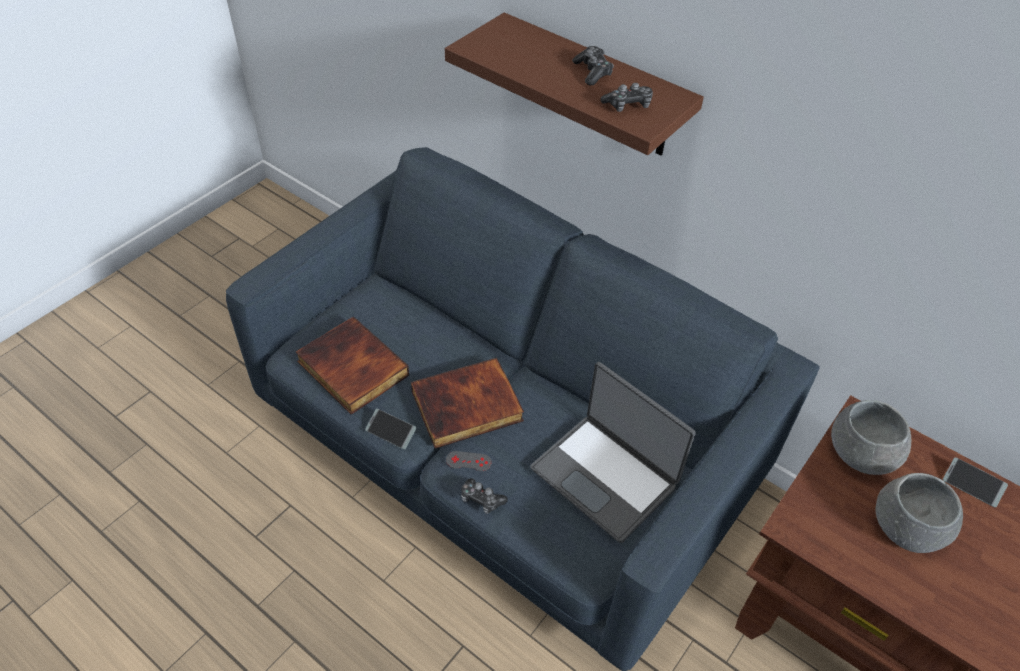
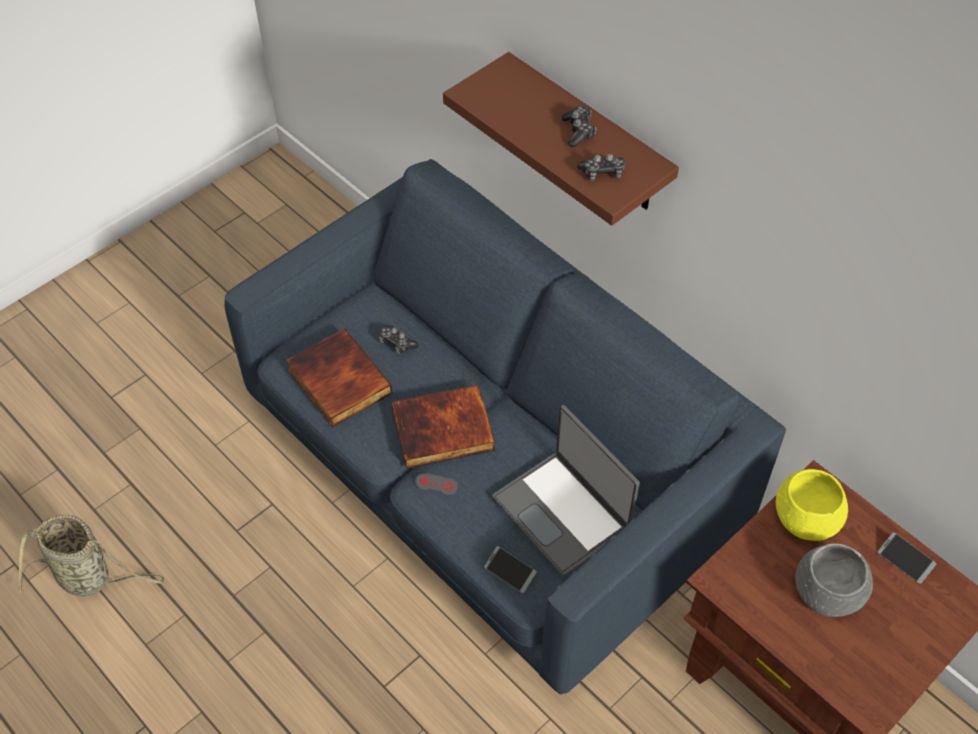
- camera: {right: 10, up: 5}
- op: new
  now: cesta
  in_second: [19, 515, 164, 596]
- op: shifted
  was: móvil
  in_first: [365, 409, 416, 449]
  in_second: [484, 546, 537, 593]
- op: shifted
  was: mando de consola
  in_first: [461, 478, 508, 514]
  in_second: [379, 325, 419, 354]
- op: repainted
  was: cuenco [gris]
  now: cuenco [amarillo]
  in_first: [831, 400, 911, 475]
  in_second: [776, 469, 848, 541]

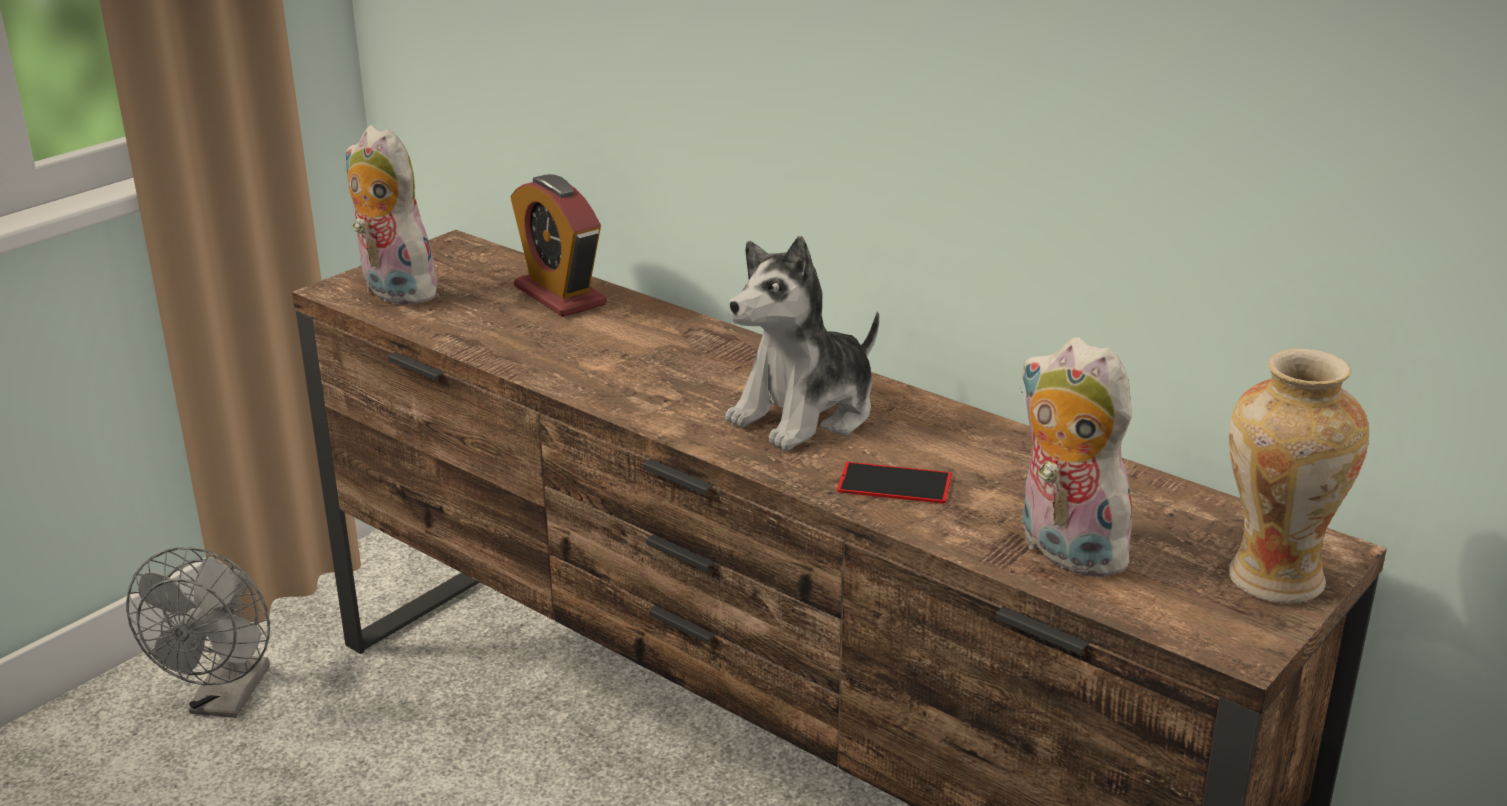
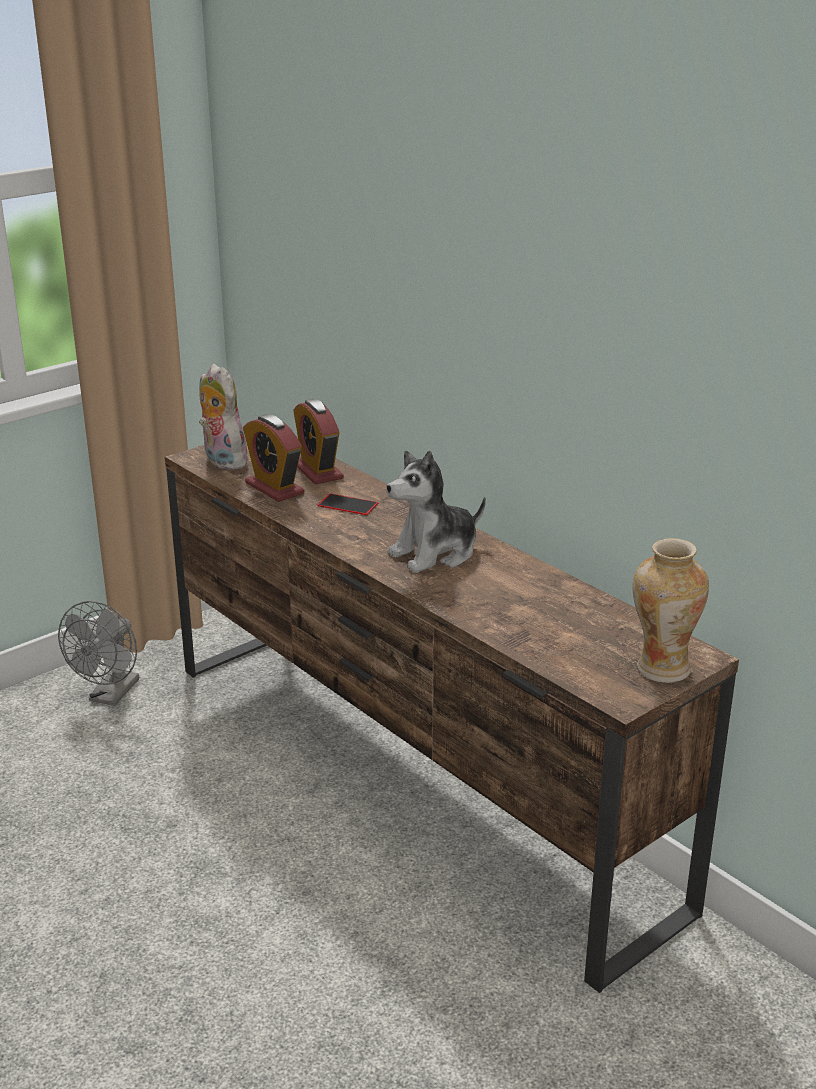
- camera: {right: 10, up: 0}
- op: gone
  was: peluche
  in_first: [1020, 337, 1143, 578]
- op: new
  now: despertador
  in_second: [243, 414, 304, 502]
- op: shifted
  was: móvil
  in_first: [837, 462, 952, 503]
  in_second: [318, 494, 378, 515]

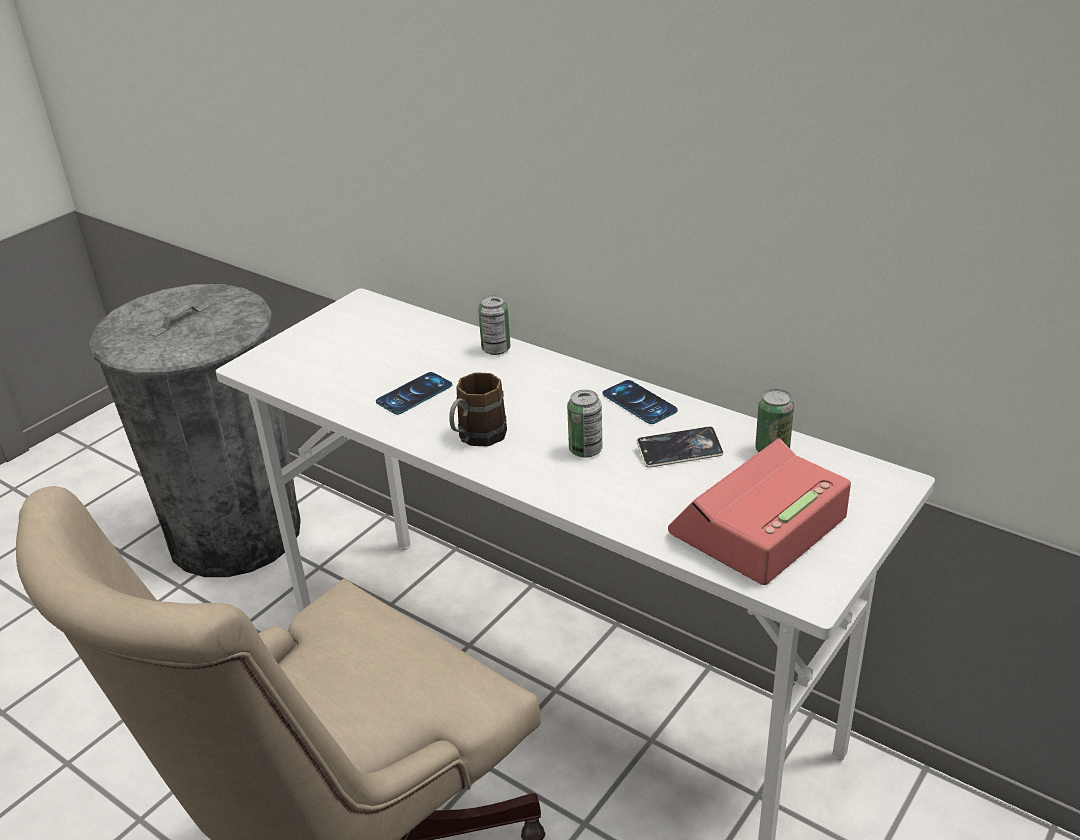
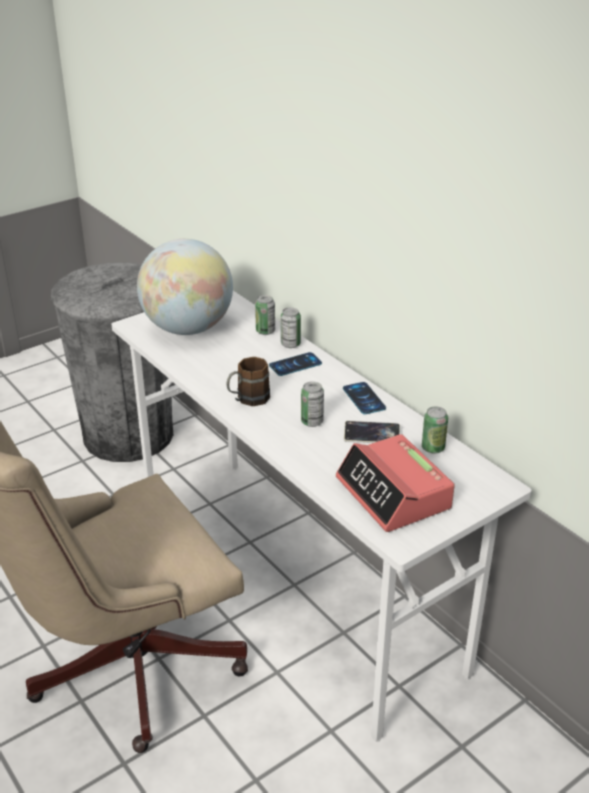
- camera: {right: 15, up: 0}
- op: new
  now: globo terráqueo
  in_second: [137, 239, 233, 335]
- op: new
  now: lata
  in_second: [255, 295, 275, 335]
- op: shifted
  was: móvil
  in_first: [376, 372, 453, 415]
  in_second: [269, 352, 322, 376]
- op: rotated
  was: despertador
  in_first: [668, 438, 851, 585]
  in_second: [336, 434, 455, 532]
  clockwise: -90

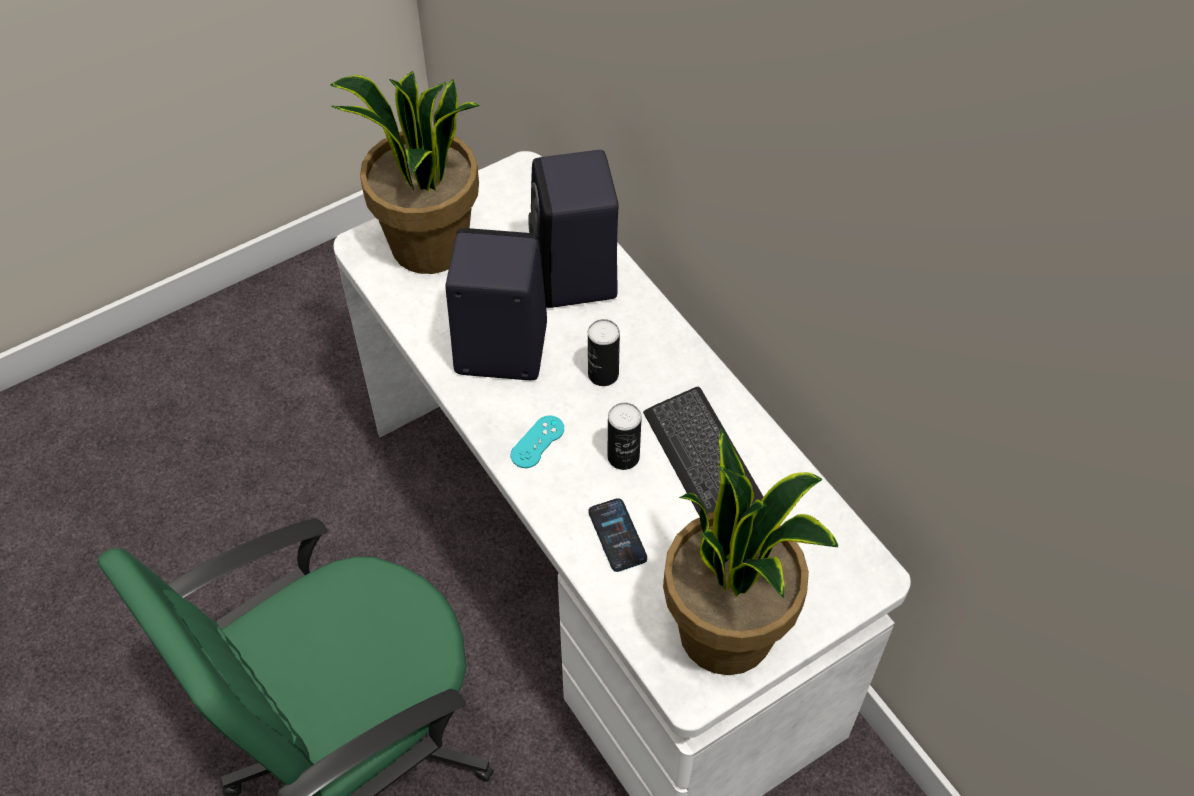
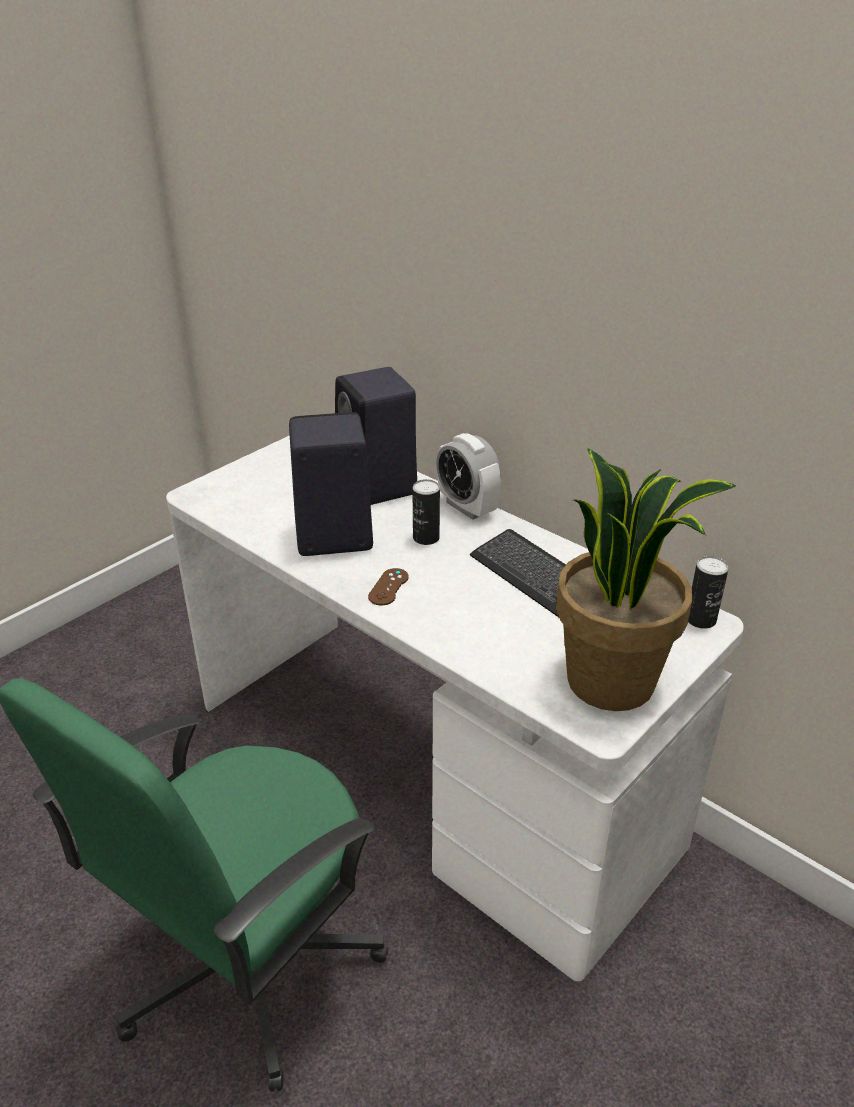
- camera: {right: -15, up: -20}
- op: gone
  was: planta en maceta
  in_first: [330, 71, 481, 274]
- op: gone
  was: móvil
  in_first: [588, 498, 647, 572]
- op: new
  now: despertador
  in_second: [436, 433, 501, 520]
- op: shifted
  was: lata
  in_first: [607, 402, 642, 470]
  in_second: [688, 556, 728, 629]
- op: repainted
  was: mando de consola [turquesa]
  now: mando de consola [marrón]
  in_first: [511, 416, 564, 468]
  in_second: [368, 568, 409, 605]

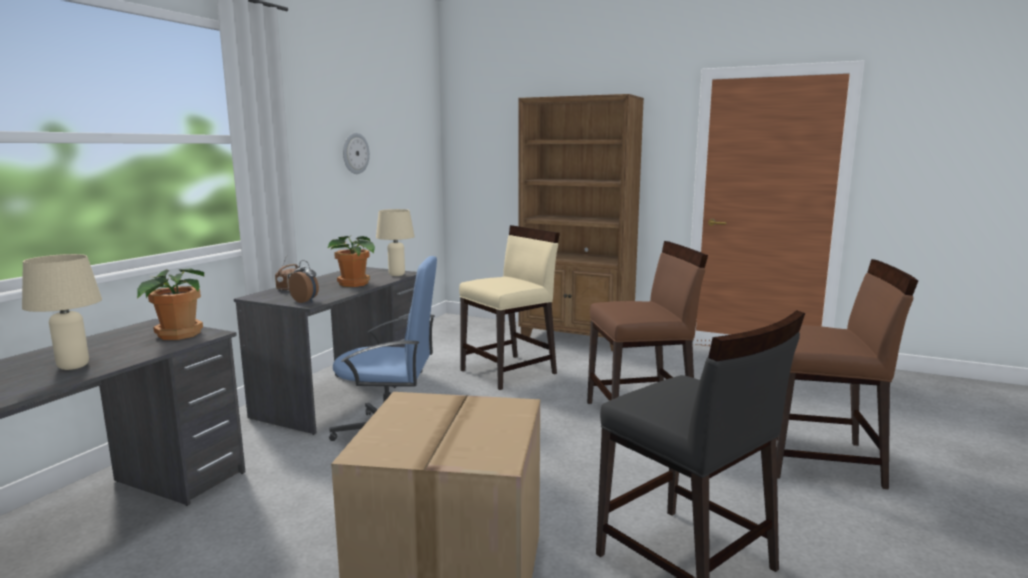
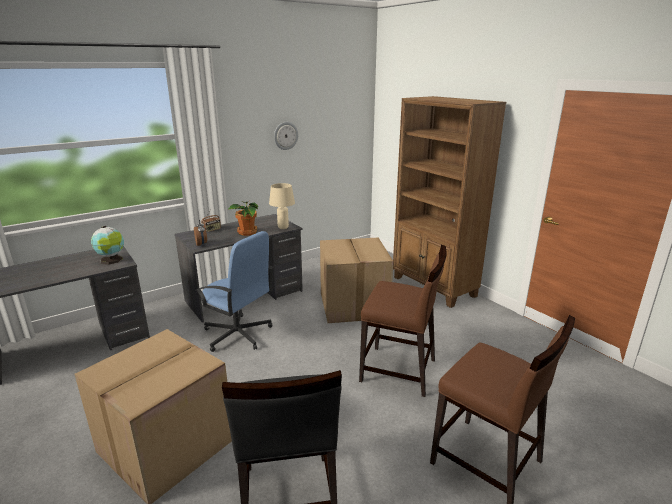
- camera: {right: 30, up: 10}
- op: gone
  was: lámpara de mesa [beis]
  in_first: [22, 254, 102, 370]
- op: swapped
  was: planta en maceta
  now: globo terráqueo
  in_first: [137, 269, 204, 340]
  in_second: [91, 226, 124, 265]
- op: swapped
  was: silla [beis]
  now: caja de cartón
  in_first: [459, 225, 560, 390]
  in_second: [320, 238, 393, 323]

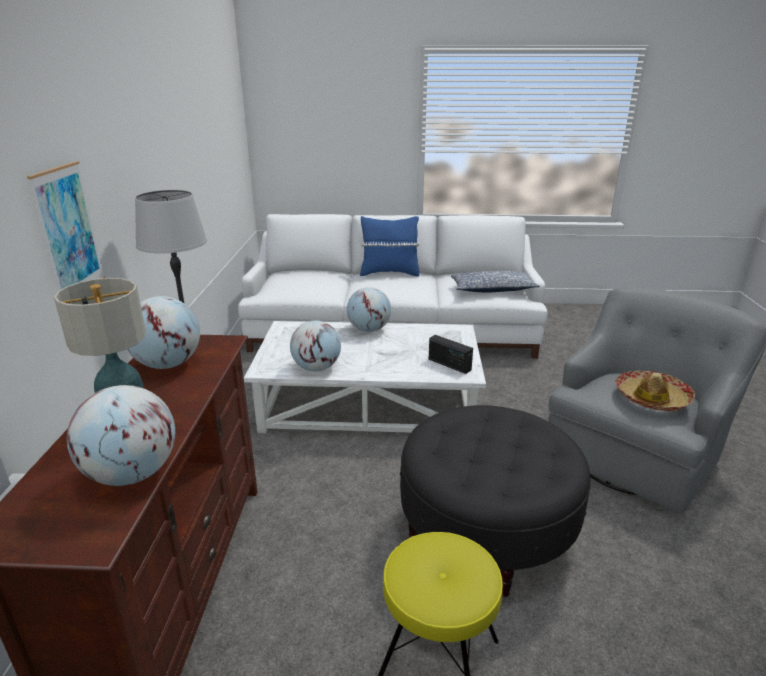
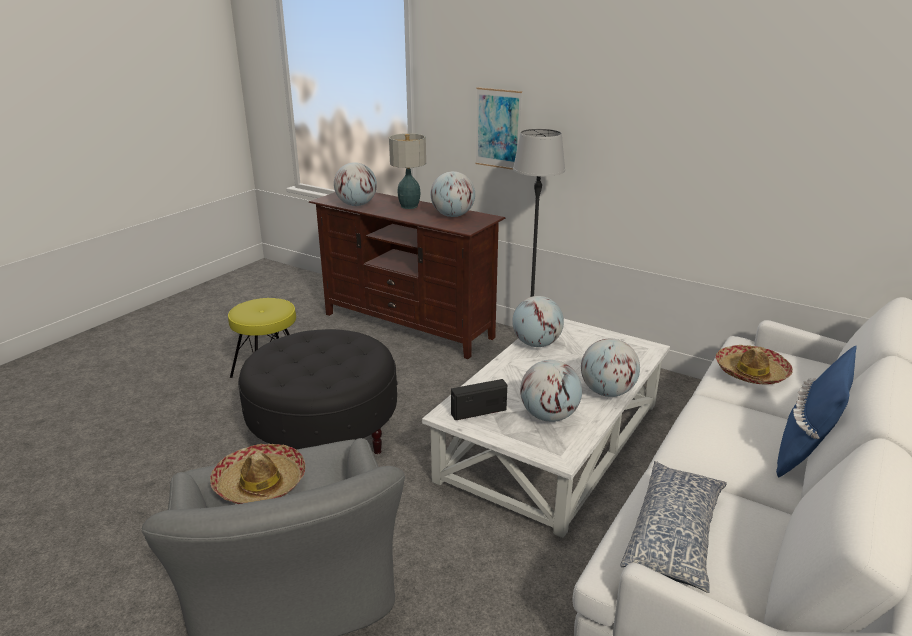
- camera: {right: 120, up: 0}
- op: new
  now: globo terráqueo
  in_second: [520, 360, 582, 422]
- op: new
  now: sombrero
  in_second: [716, 345, 793, 385]

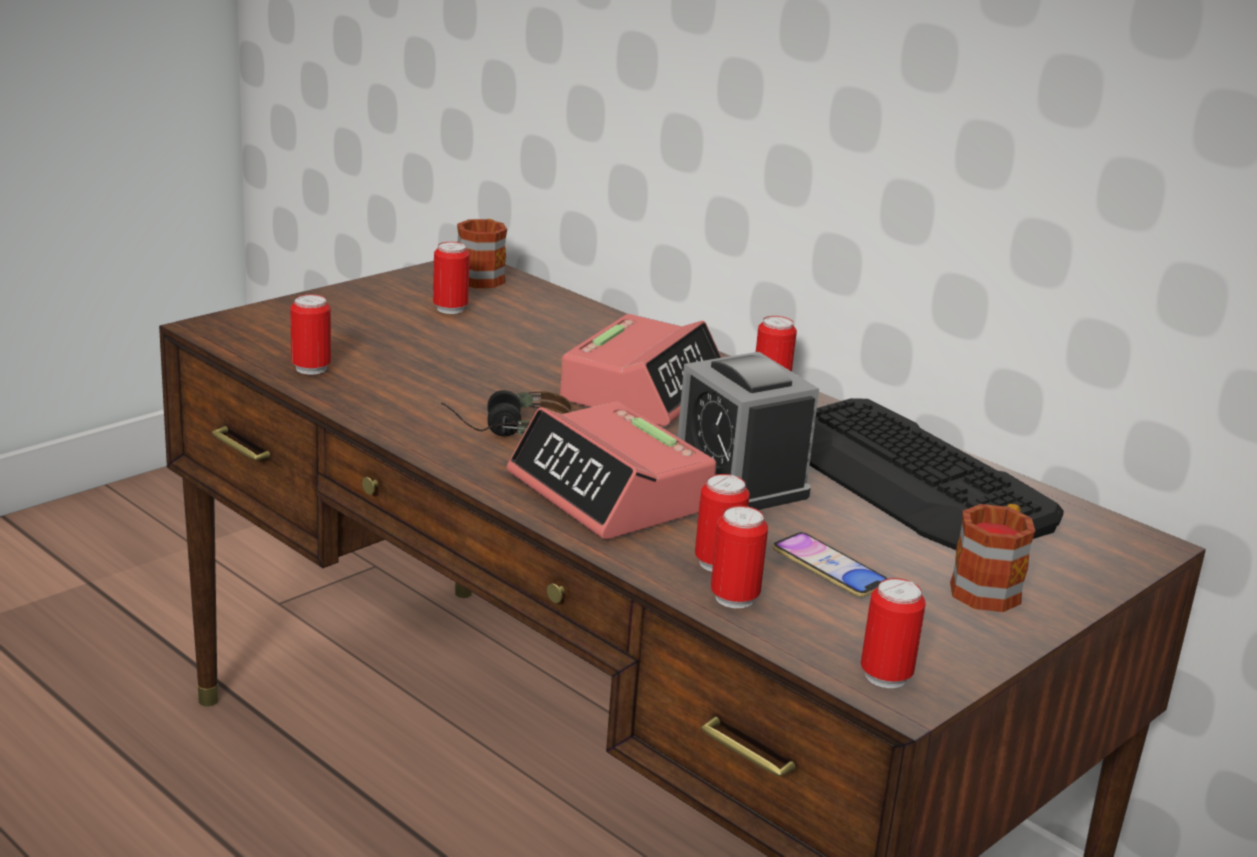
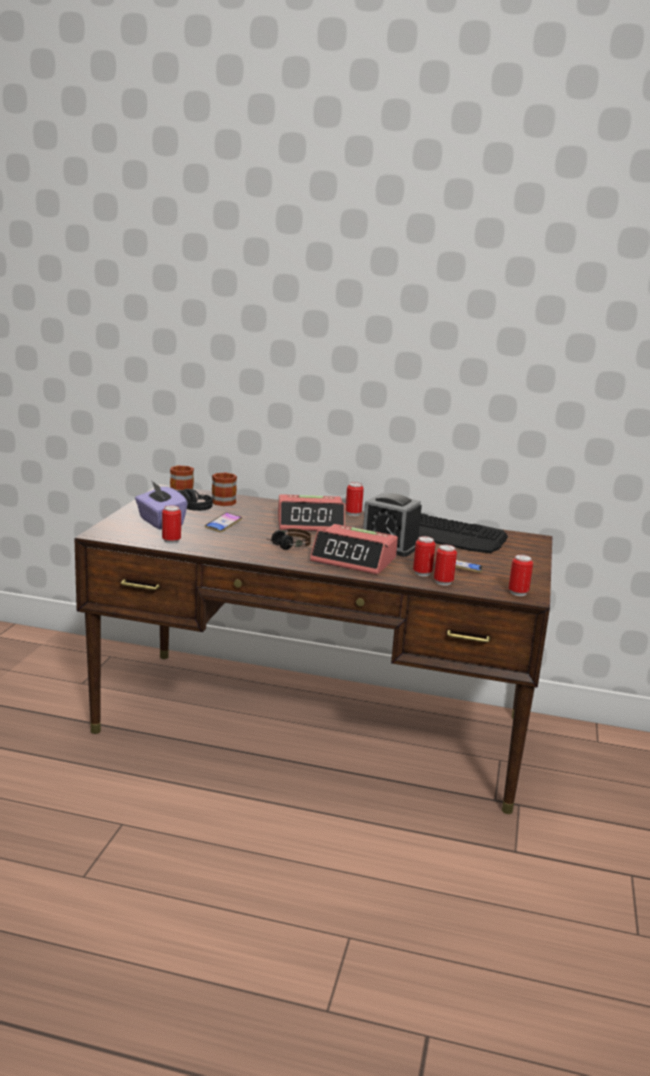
- camera: {right: -30, up: -5}
- op: new
  now: caja de pañuelos [morado]
  in_second: [135, 480, 188, 530]
- op: new
  now: móvil
  in_second: [205, 512, 242, 532]
- op: shifted
  was: taza grande
  in_first: [950, 504, 1035, 612]
  in_second: [212, 472, 237, 506]
- op: swapped
  was: lata
  now: auriculares [negro]
  in_first: [433, 242, 470, 314]
  in_second: [178, 489, 213, 511]
- op: rotated
  was: despertador
  in_first: [560, 314, 722, 426]
  in_second: [278, 494, 345, 531]
  clockwise: 90

